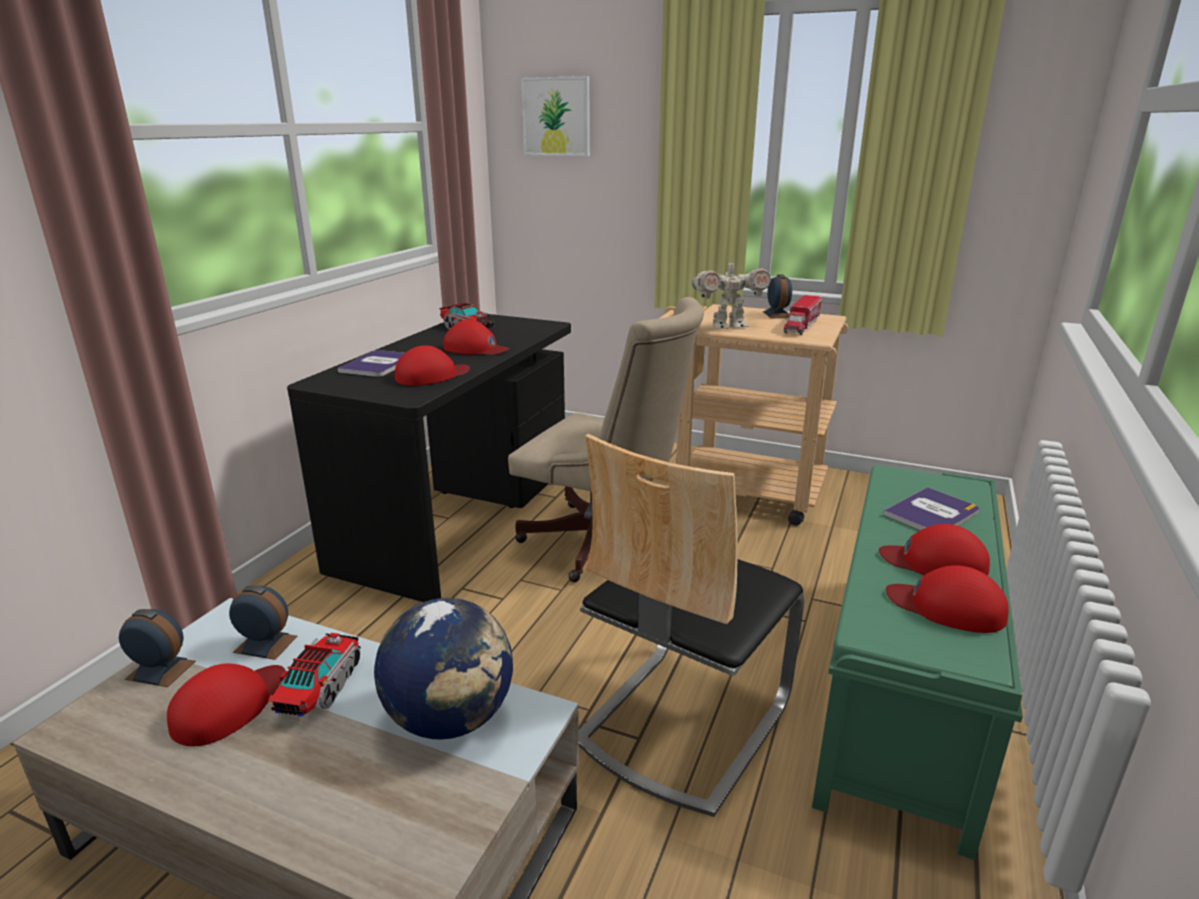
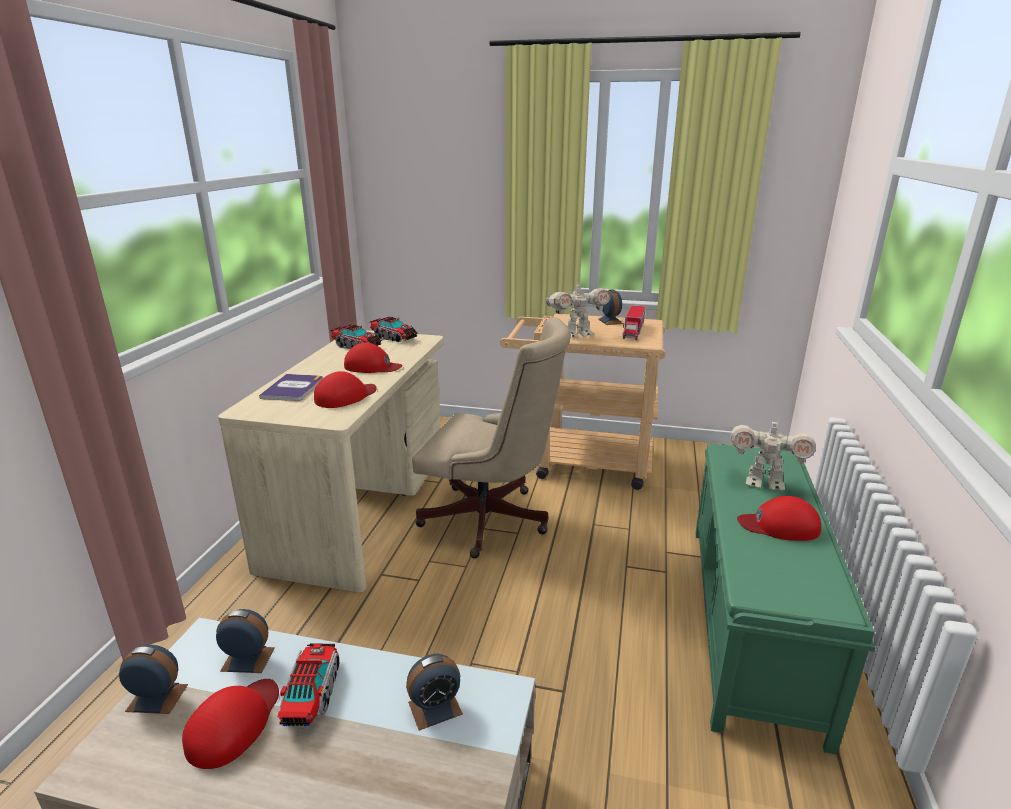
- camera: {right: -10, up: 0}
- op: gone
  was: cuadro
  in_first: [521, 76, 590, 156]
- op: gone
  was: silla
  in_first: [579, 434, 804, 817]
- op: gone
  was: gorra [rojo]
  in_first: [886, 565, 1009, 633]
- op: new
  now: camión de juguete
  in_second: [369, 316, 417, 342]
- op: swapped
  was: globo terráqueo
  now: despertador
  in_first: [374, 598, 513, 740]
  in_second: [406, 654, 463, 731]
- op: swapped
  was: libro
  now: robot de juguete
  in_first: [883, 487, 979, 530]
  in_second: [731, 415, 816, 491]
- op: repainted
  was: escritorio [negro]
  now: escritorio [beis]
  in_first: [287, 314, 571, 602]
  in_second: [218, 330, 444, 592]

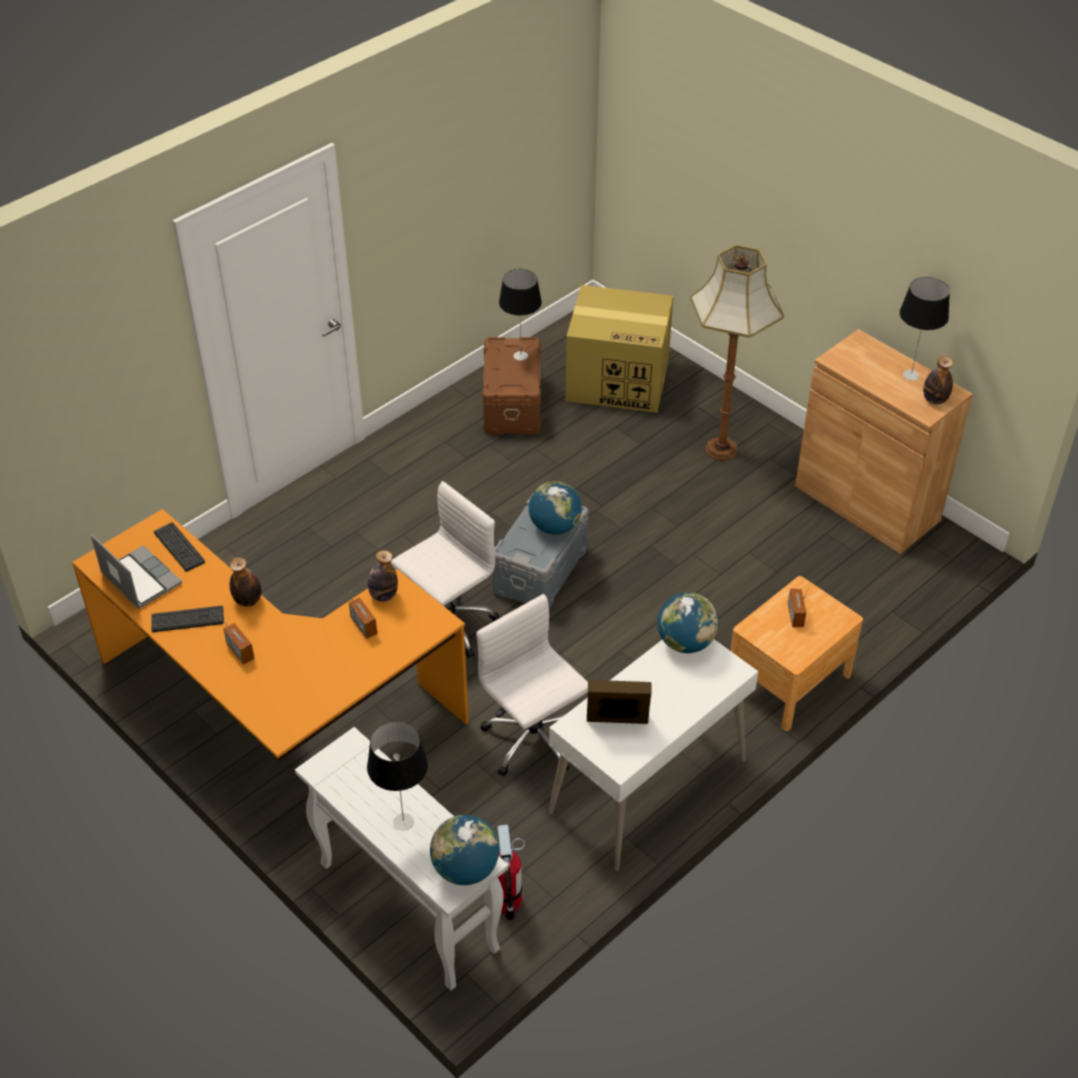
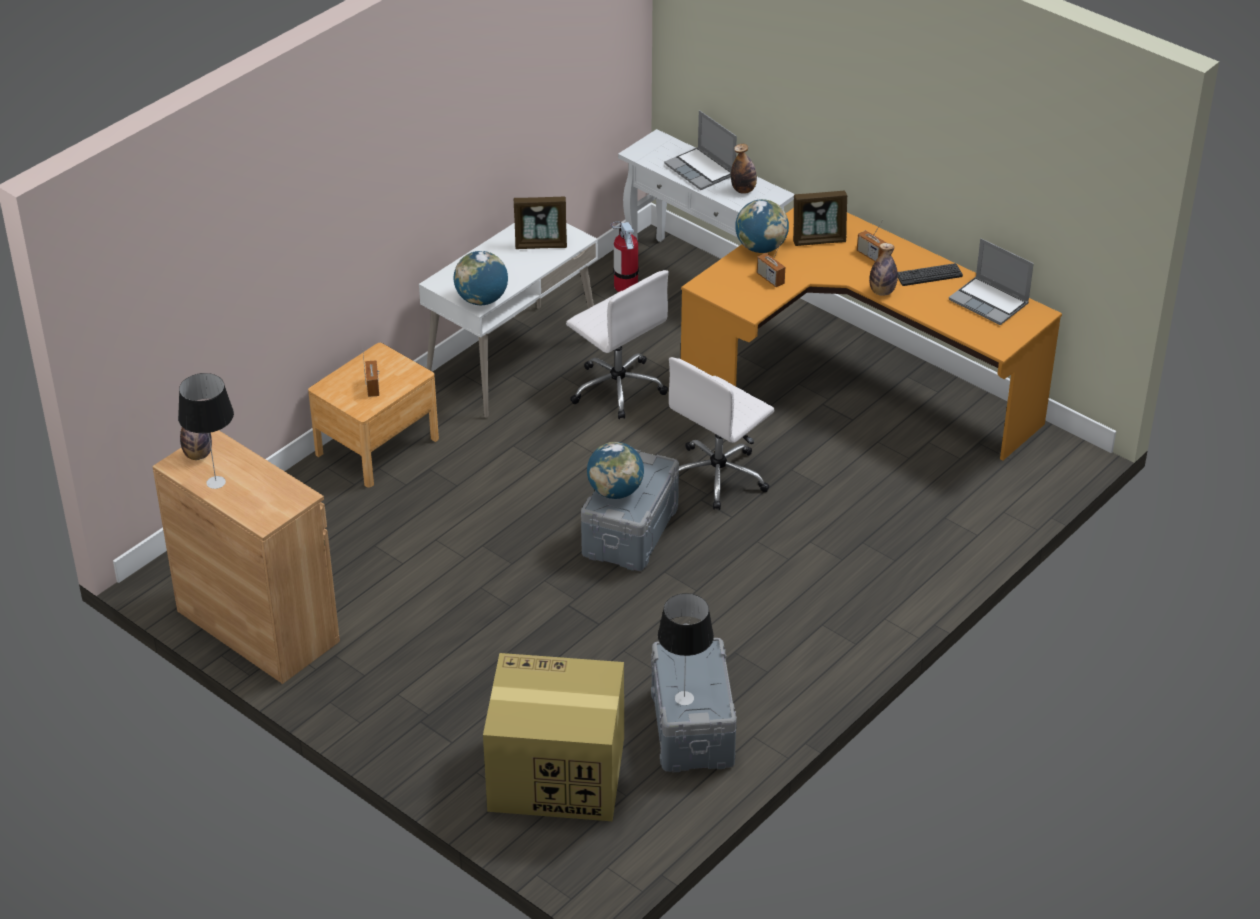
- camera: {right: 175, up: -5}
- op: gone
  was: teclado
  in_first: [154, 522, 205, 572]
- op: gone
  was: lámpara de pie
  in_first: [690, 245, 784, 461]
- op: new
  now: portarretratos
  in_second: [793, 191, 847, 246]
- op: shifted
  was: botella
  in_first: [368, 550, 398, 602]
  in_second: [731, 144, 757, 194]
- op: shifted
  was: globo terráqueo
  in_first: [430, 815, 499, 885]
  in_second: [735, 199, 789, 253]
- op: swapped
  was: lámpara de mesa
  now: portátil
  in_first: [367, 721, 428, 831]
  in_second: [664, 110, 737, 190]
- op: repainted
  was: caja de almacenaje [marrón]
  now: caja de almacenaje [gris]
  in_first: [482, 337, 541, 435]
  in_second: [651, 638, 737, 772]

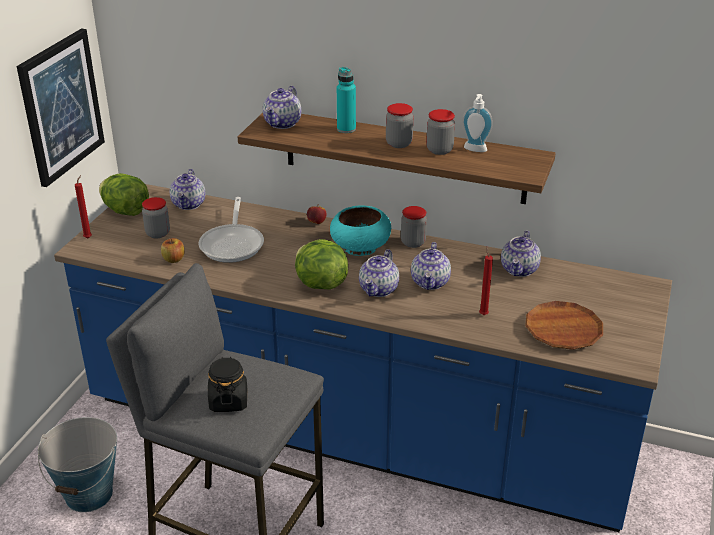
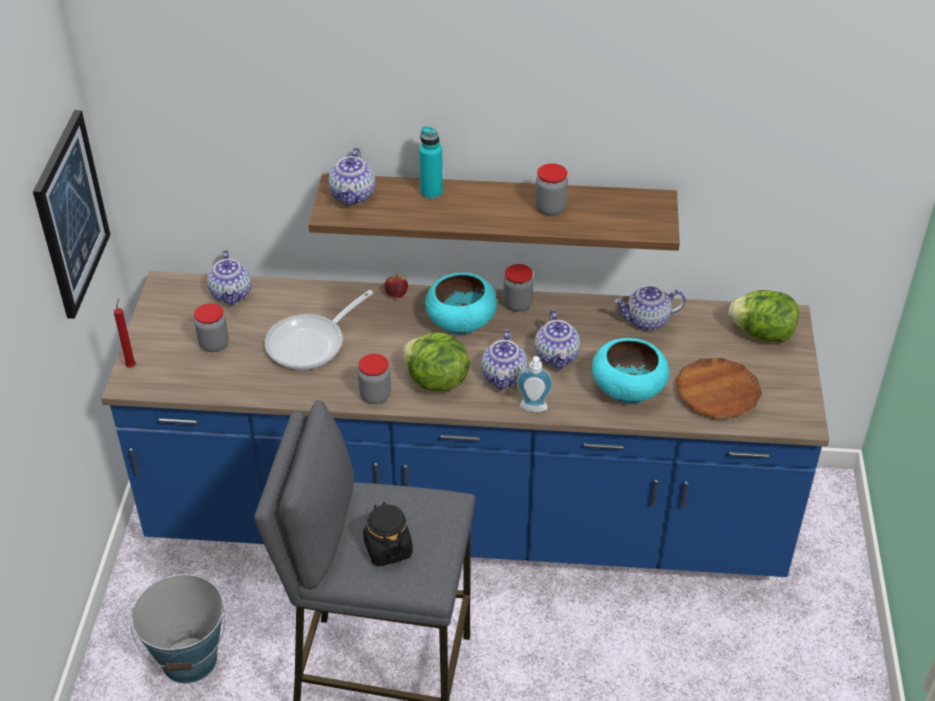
- camera: {right: -15, up: 10}
- op: gone
  was: manzana
  in_first: [161, 238, 185, 263]
- op: shifted
  was: lechuga
  in_first: [99, 173, 149, 216]
  in_second: [729, 290, 799, 342]
- op: shifted
  was: tarro
  in_first: [386, 103, 413, 148]
  in_second: [358, 354, 391, 404]
- op: shifted
  was: dispensador de jabón
  in_first: [462, 94, 493, 152]
  in_second: [517, 356, 553, 412]
- op: swapped
  was: vela [rojo]
  now: cuenco [turquesa]
  in_first: [479, 247, 493, 315]
  in_second: [592, 338, 670, 403]
- op: rotated
  was: sartén
  in_first: [199, 197, 264, 263]
  in_second: [265, 290, 374, 370]
  clockwise: 60
- op: rotated
  was: tetera
  in_first: [501, 231, 541, 277]
  in_second: [614, 285, 686, 331]
  clockwise: 75

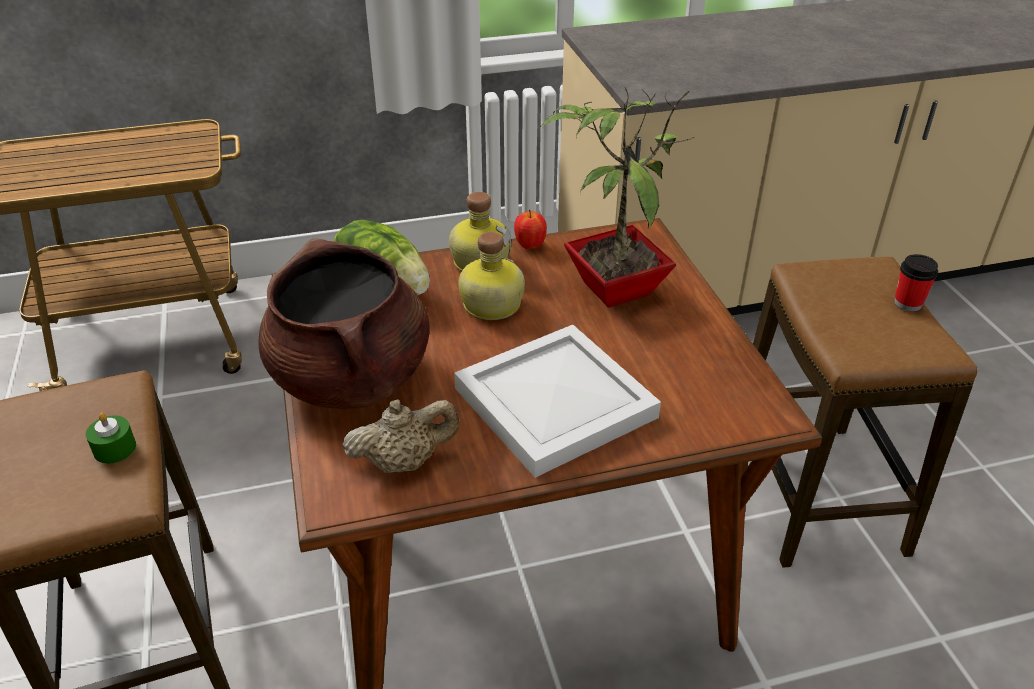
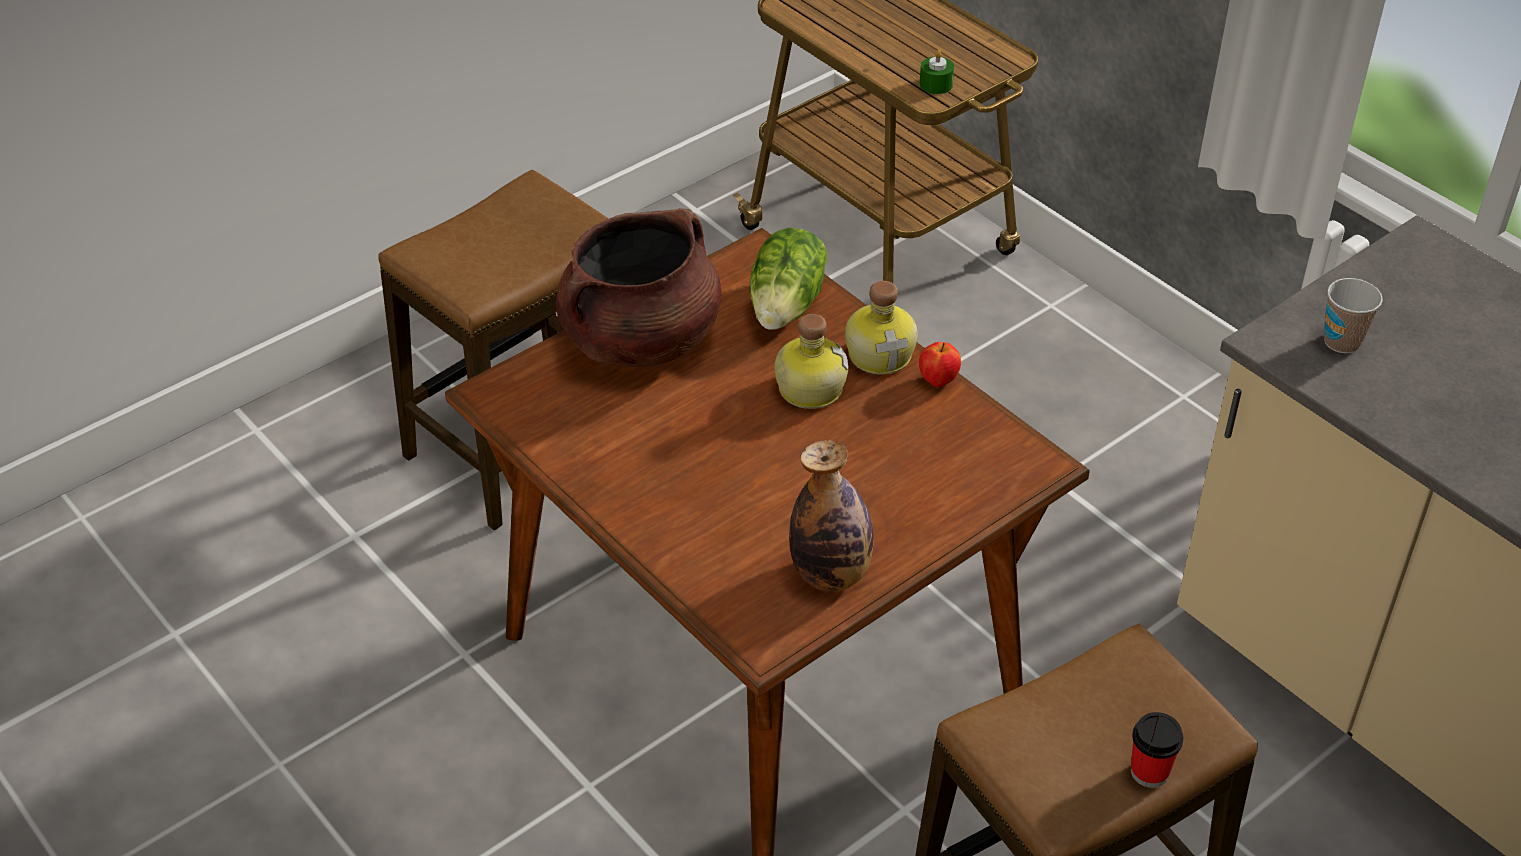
- camera: {right: 65, up: 5}
- op: gone
  was: tetera [beis]
  in_first: [342, 399, 459, 473]
- op: gone
  was: bandeja [blanco]
  in_first: [454, 325, 661, 478]
- op: gone
  was: planta en maceta
  in_first: [540, 87, 694, 308]
- op: new
  now: botella
  in_second: [789, 440, 874, 592]
- op: new
  now: taza
  in_second: [1324, 278, 1383, 353]
- op: shifted
  was: vela [verde]
  in_first: [86, 413, 136, 464]
  in_second: [920, 50, 954, 94]

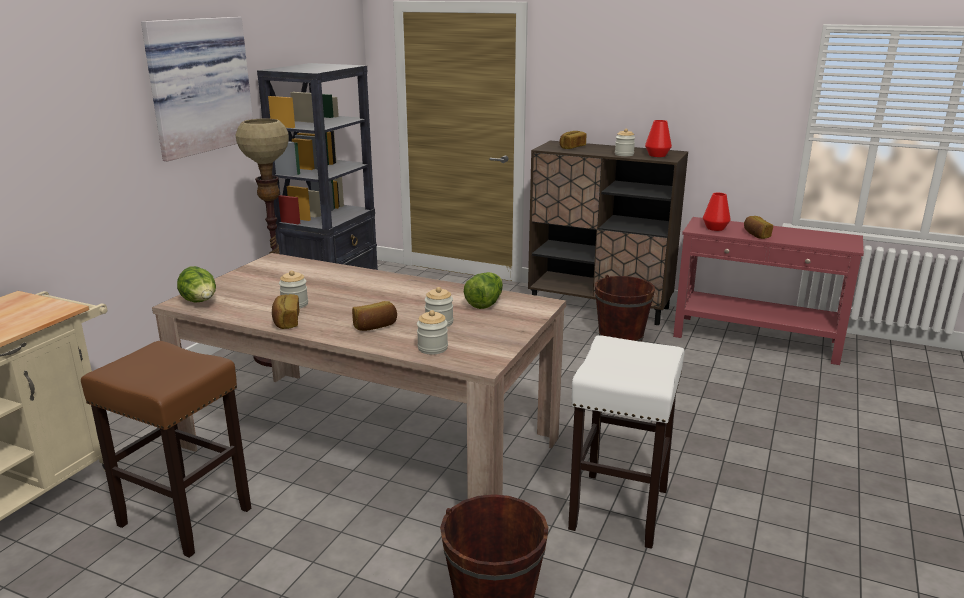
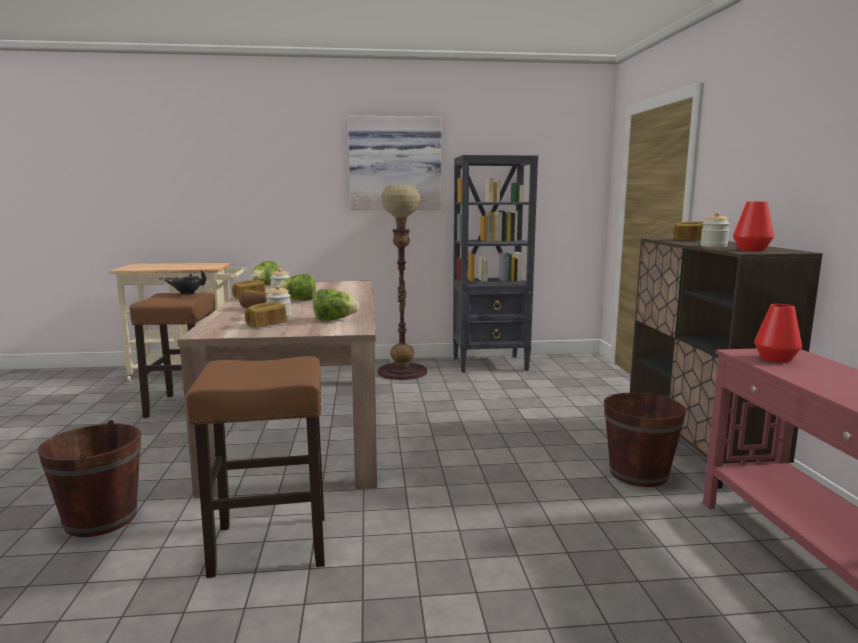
- camera: {right: 60, up: -10}
- op: gone
  was: tarro
  in_first: [417, 310, 448, 355]
- op: new
  now: tetera [negro]
  in_second: [165, 270, 206, 295]
- op: new
  now: lechuga
  in_second: [278, 274, 316, 301]
- op: shifted
  was: pan
  in_first: [744, 216, 773, 239]
  in_second: [245, 302, 287, 328]
- op: repainted
  was: taburete [blanco]
  now: taburete [marrón]
  in_first: [568, 335, 685, 549]
  in_second: [186, 356, 325, 578]

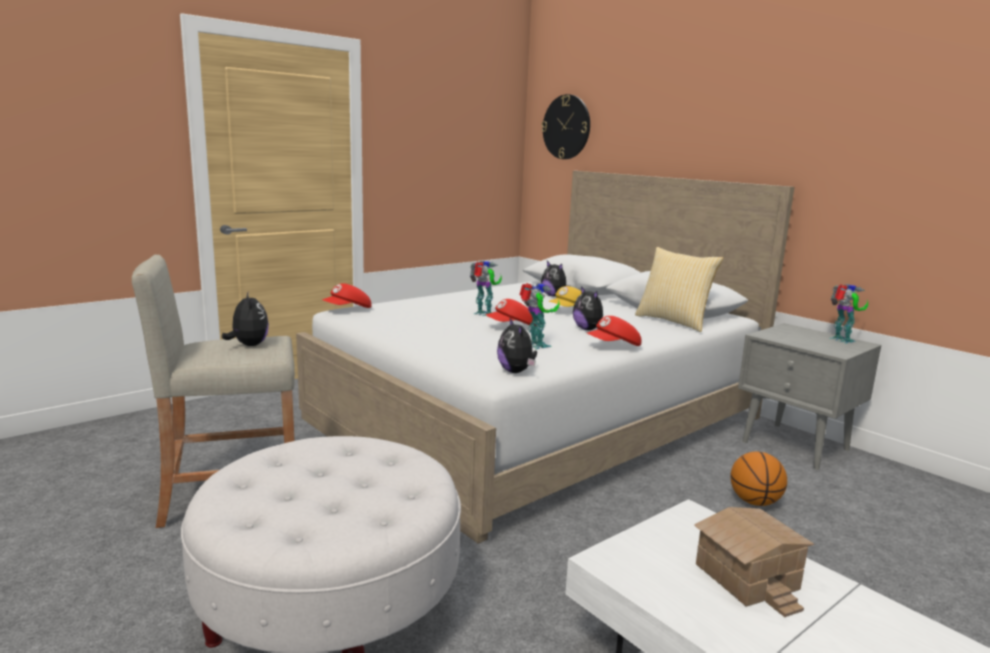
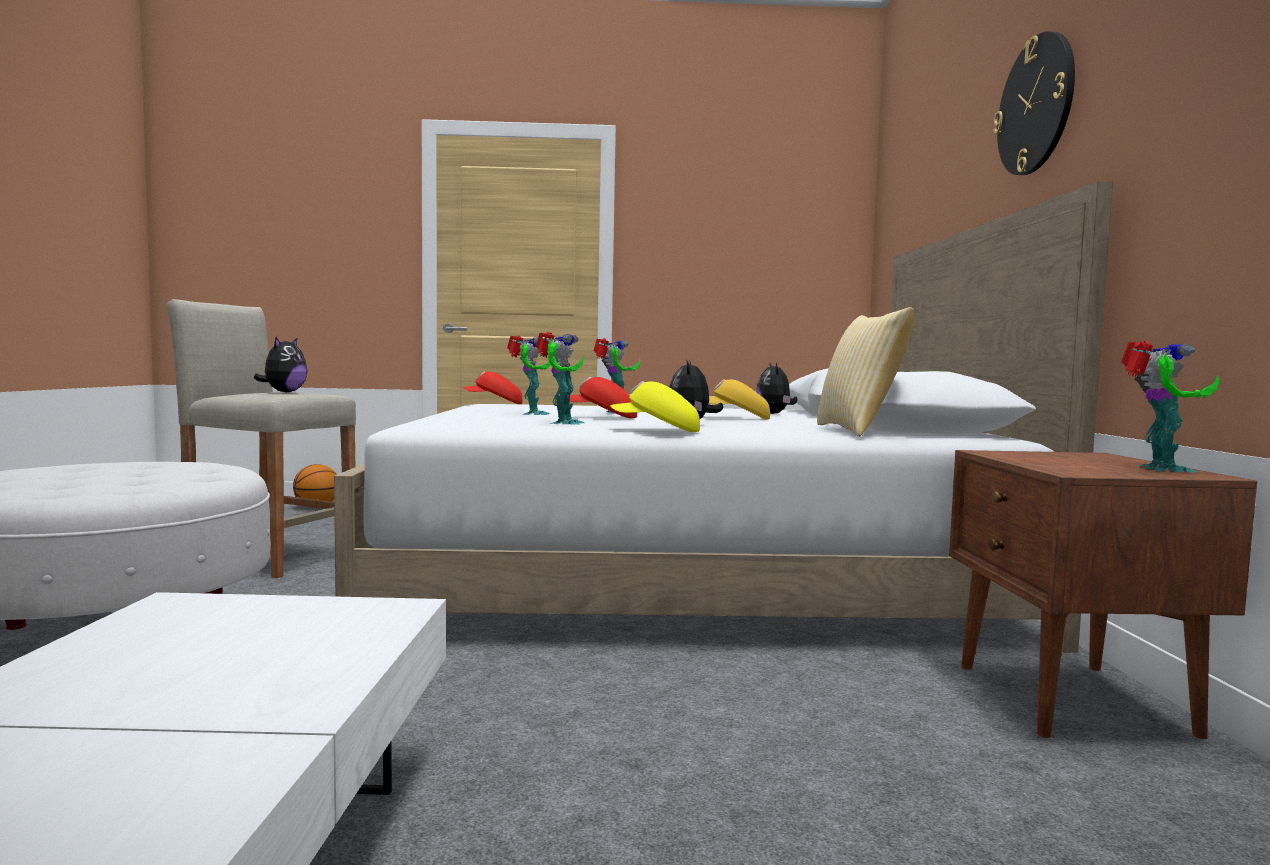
- camera: {right: 40, up: -10}
- op: gone
  was: peluche
  in_first: [497, 318, 537, 373]
- op: gone
  was: casita
  in_first: [694, 507, 814, 617]
- op: new
  now: robot de juguete
  in_second: [507, 335, 551, 415]
- op: shifted
  was: reloj de pared
  in_first: [541, 94, 590, 159]
  in_second: [993, 31, 1075, 175]
- op: shifted
  was: balón de baloncesto
  in_first: [730, 452, 787, 506]
  in_second: [293, 464, 337, 508]
- op: repainted
  was: gorra [rojo]
  now: gorra [amarillo]
  in_first: [587, 316, 641, 346]
  in_second: [611, 381, 700, 432]
- op: repainted
  was: mesita de noche [gris]
  now: mesita de noche [marrón]
  in_first: [738, 323, 881, 470]
  in_second: [949, 450, 1258, 739]

